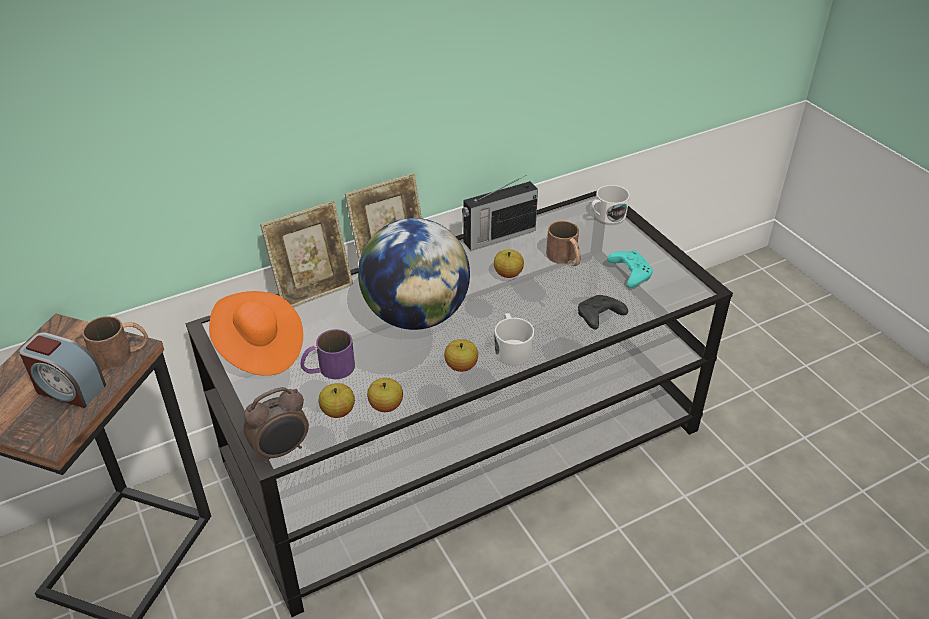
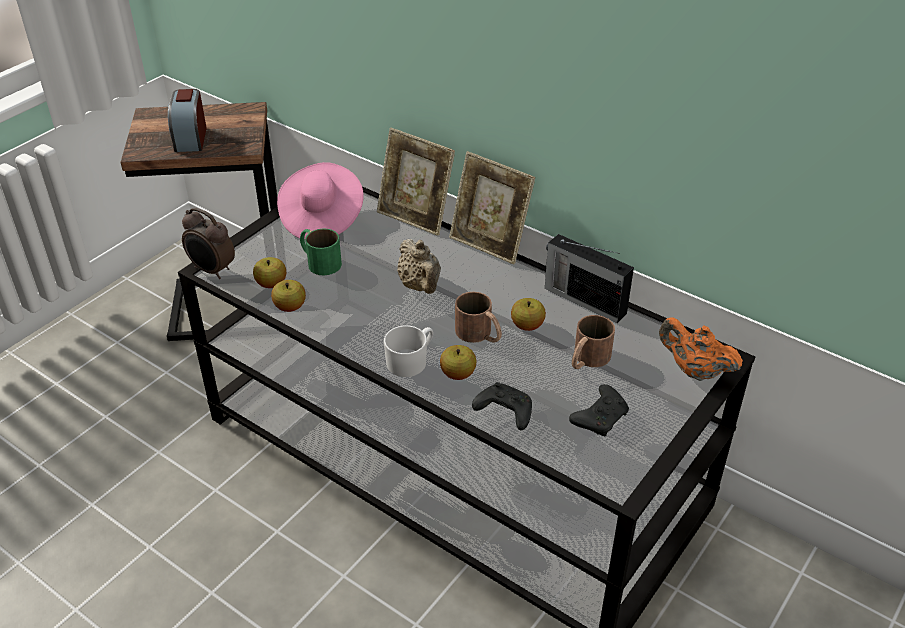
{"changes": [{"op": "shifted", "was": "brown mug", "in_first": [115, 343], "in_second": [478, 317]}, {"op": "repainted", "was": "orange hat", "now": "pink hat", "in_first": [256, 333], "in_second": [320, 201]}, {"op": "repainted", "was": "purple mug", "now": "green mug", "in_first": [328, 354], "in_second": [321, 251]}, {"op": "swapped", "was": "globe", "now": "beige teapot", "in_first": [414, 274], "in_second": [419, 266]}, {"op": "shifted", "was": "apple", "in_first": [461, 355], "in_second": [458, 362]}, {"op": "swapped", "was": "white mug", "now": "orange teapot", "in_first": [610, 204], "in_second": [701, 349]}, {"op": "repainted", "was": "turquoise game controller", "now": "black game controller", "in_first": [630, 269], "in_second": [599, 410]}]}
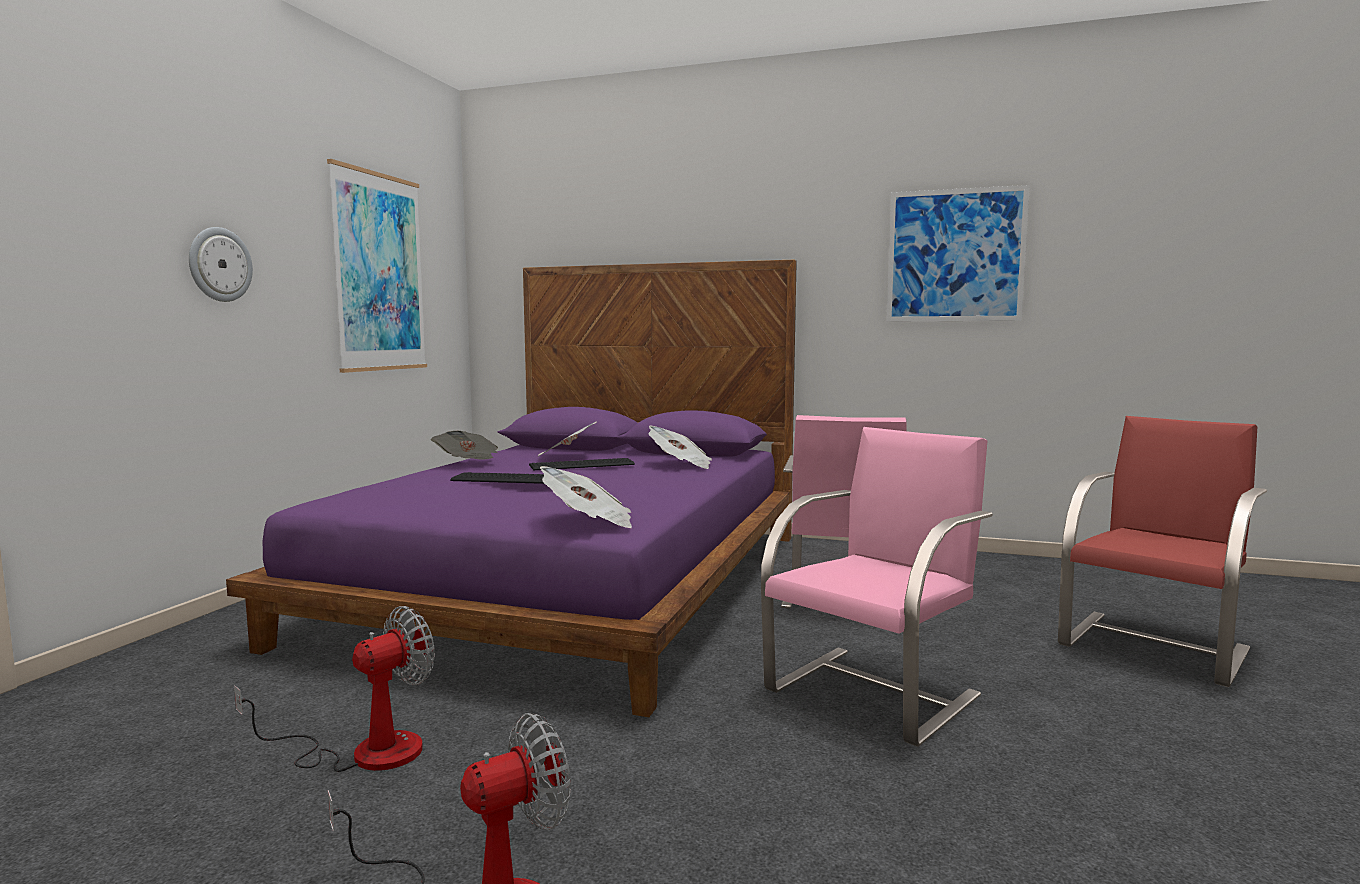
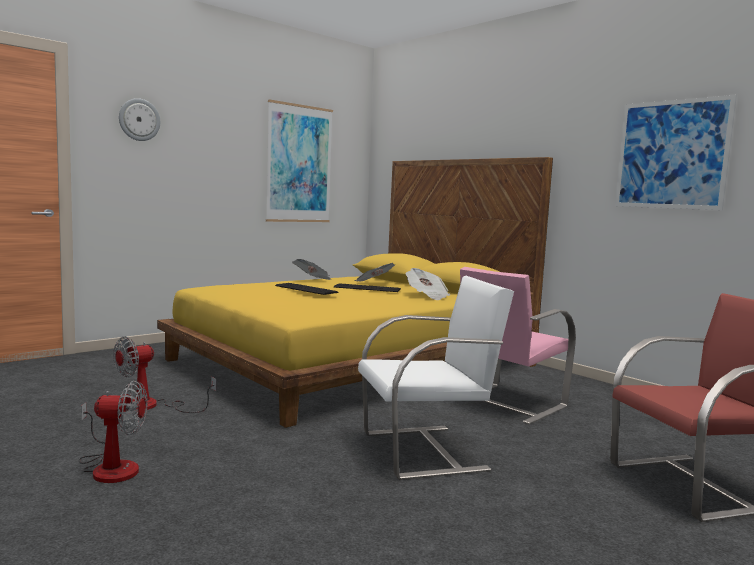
{"changes": [{"op": "shifted", "was": "wall clock", "in_first": [221, 264], "in_second": [139, 119]}, {"op": "repainted", "was": "purple bed", "now": "yellow bed", "in_first": [511, 488], "in_second": [355, 292]}, {"op": "rotated", "was": "fan", "in_first": [334, 689], "in_second": [164, 374], "clockwise": 150}, {"op": "gone", "was": "newspaper", "in_first": [586, 497]}, {"op": "repainted", "was": "pink chair", "now": "white chair", "in_first": [877, 587], "in_second": [436, 378]}]}
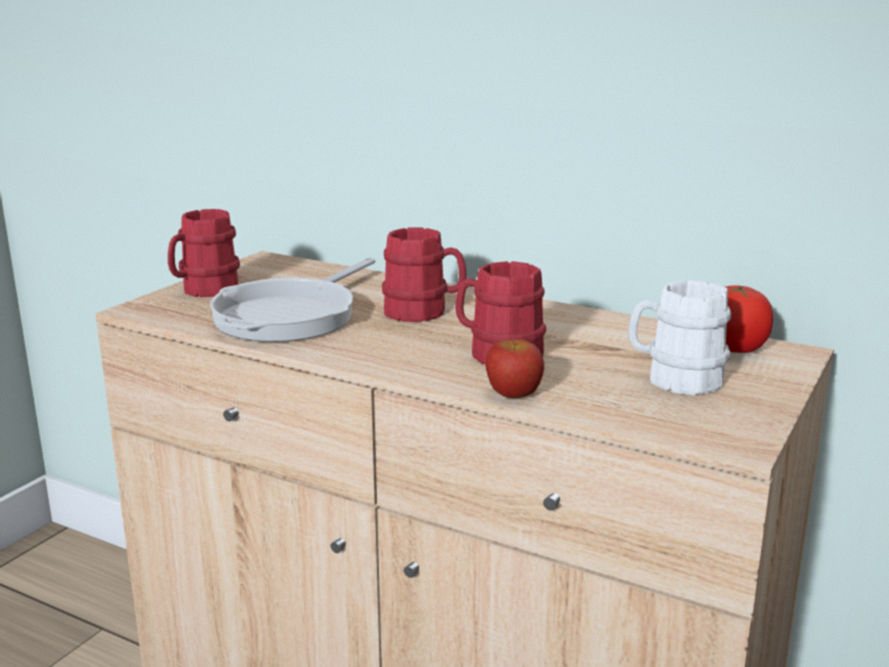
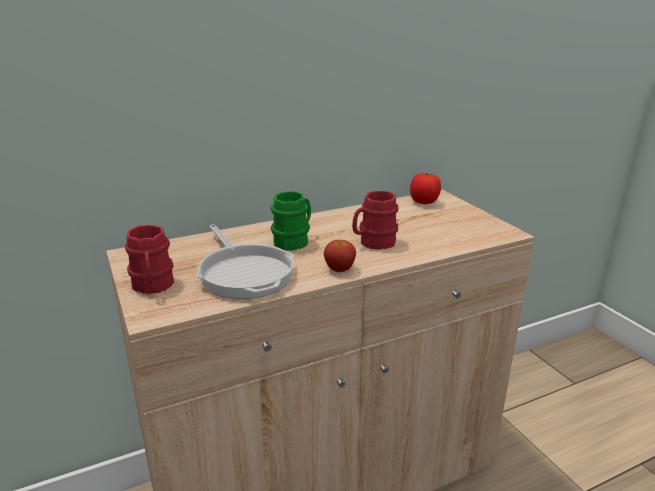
{"changes": [{"op": "repainted", "was": "red mug", "now": "green mug", "in_first": [424, 275], "in_second": [291, 221]}, {"op": "shifted", "was": "apple", "in_first": [514, 368], "in_second": [340, 256]}, {"op": "gone", "was": "white mug", "in_first": [679, 337]}]}
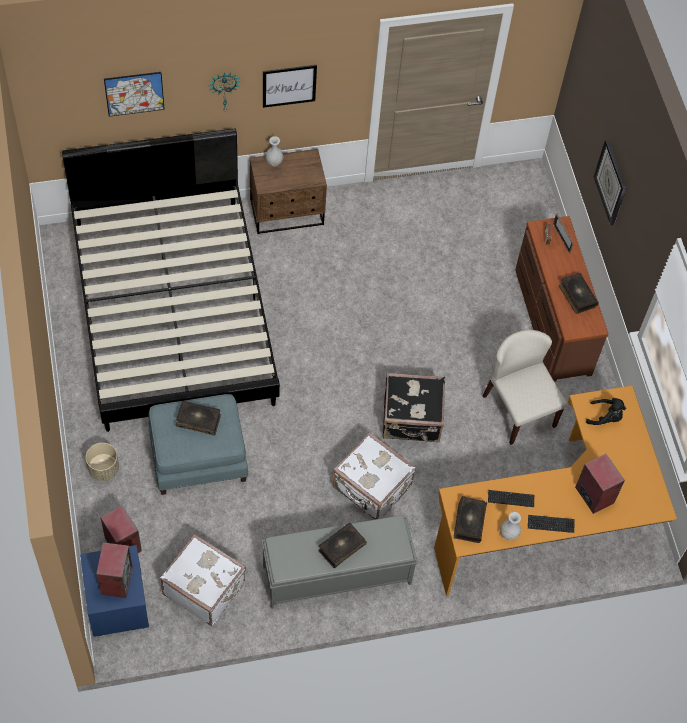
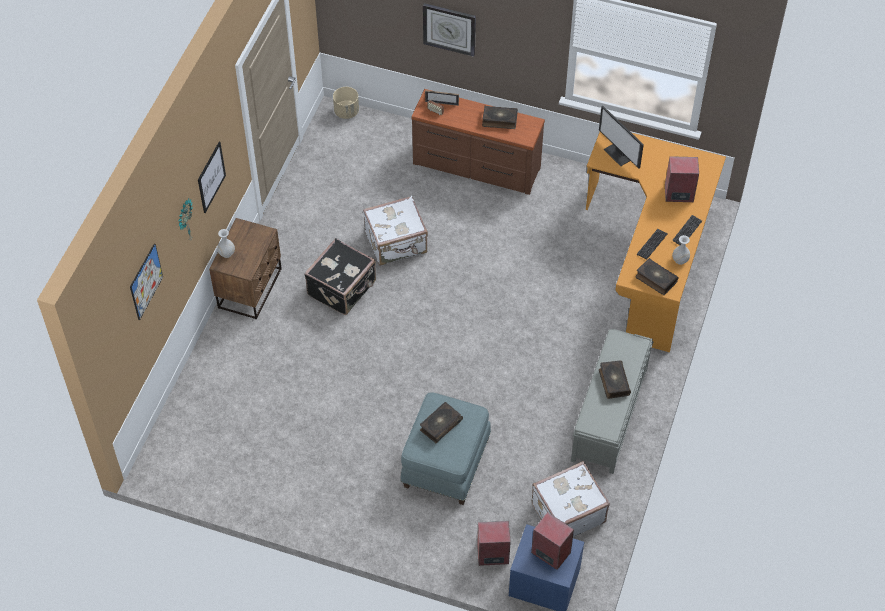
{"changes": [{"op": "gone", "was": "black bed", "in_first": [171, 280]}, {"op": "shifted", "was": "beige planter", "in_first": [102, 462], "in_second": [346, 103]}, {"op": "shifted", "was": "white suitcase", "in_first": [374, 476], "in_second": [395, 231]}, {"op": "shifted", "was": "black suitcase", "in_first": [414, 407], "in_second": [340, 276]}, {"op": "gone", "was": "beige chair", "in_first": [524, 387]}, {"op": "swapped", "was": "black plush toy", "now": "monitor", "in_first": [606, 411], "in_second": [621, 137]}]}
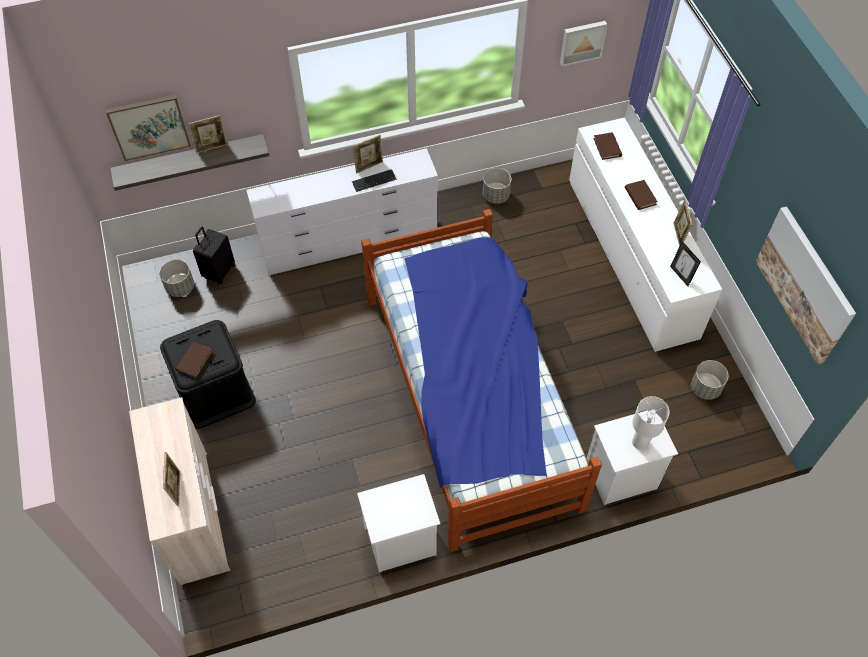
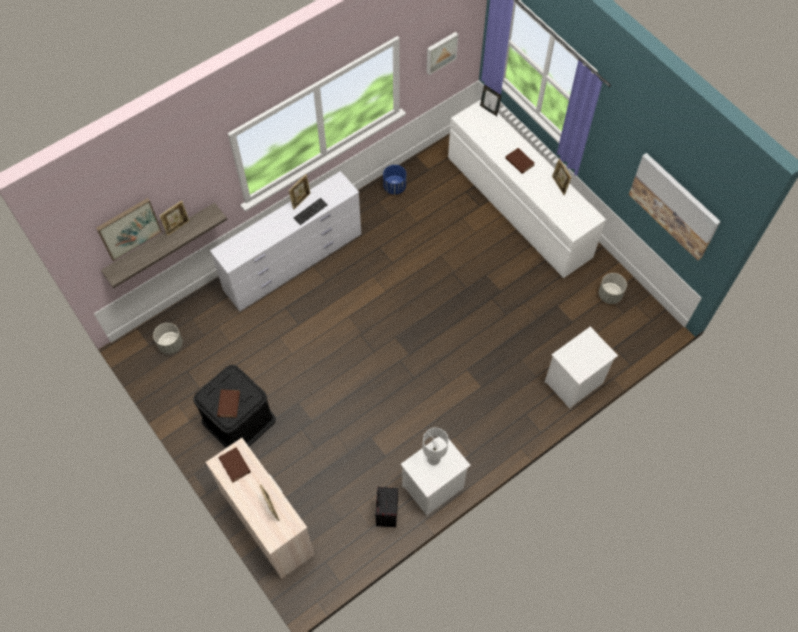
{"changes": [{"op": "shifted", "was": "black suitcase", "in_first": [214, 255], "in_second": [386, 507]}, {"op": "gone", "was": "bed", "in_first": [481, 380]}, {"op": "repainted", "was": "grey planter", "now": "blue planter", "in_first": [497, 186], "in_second": [394, 179]}, {"op": "shifted", "was": "brown book", "in_first": [607, 146], "in_second": [234, 464]}, {"op": "shifted", "was": "white table lamp", "in_first": [651, 423], "in_second": [435, 446]}, {"op": "shifted", "was": "picture frame", "in_first": [685, 263], "in_second": [491, 100]}]}
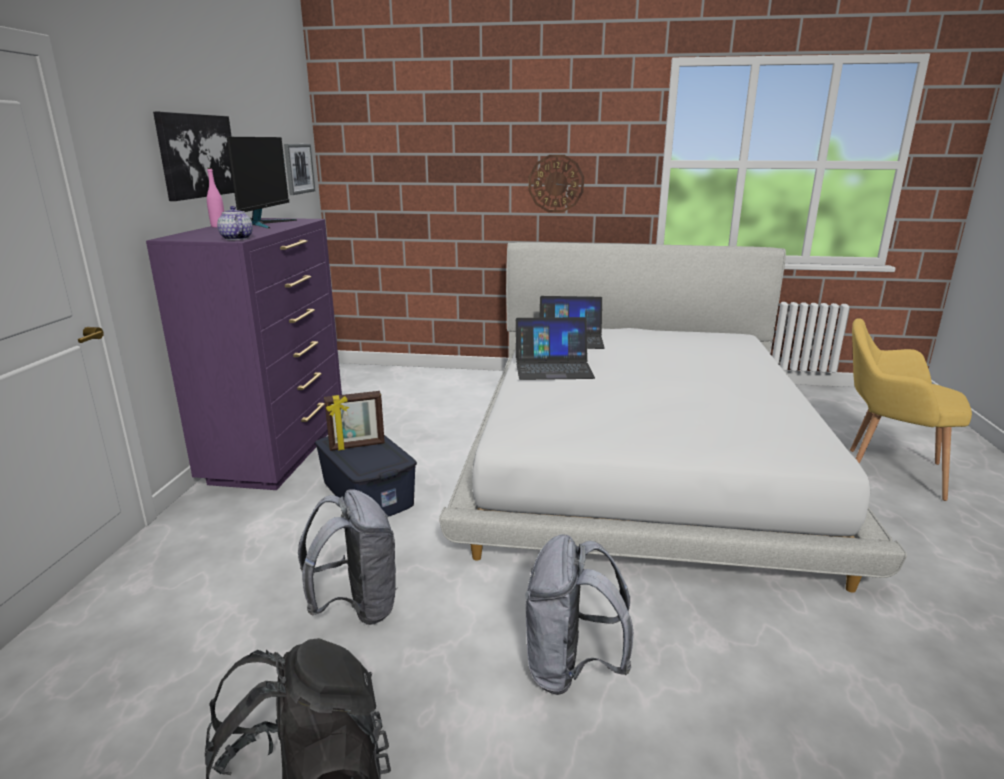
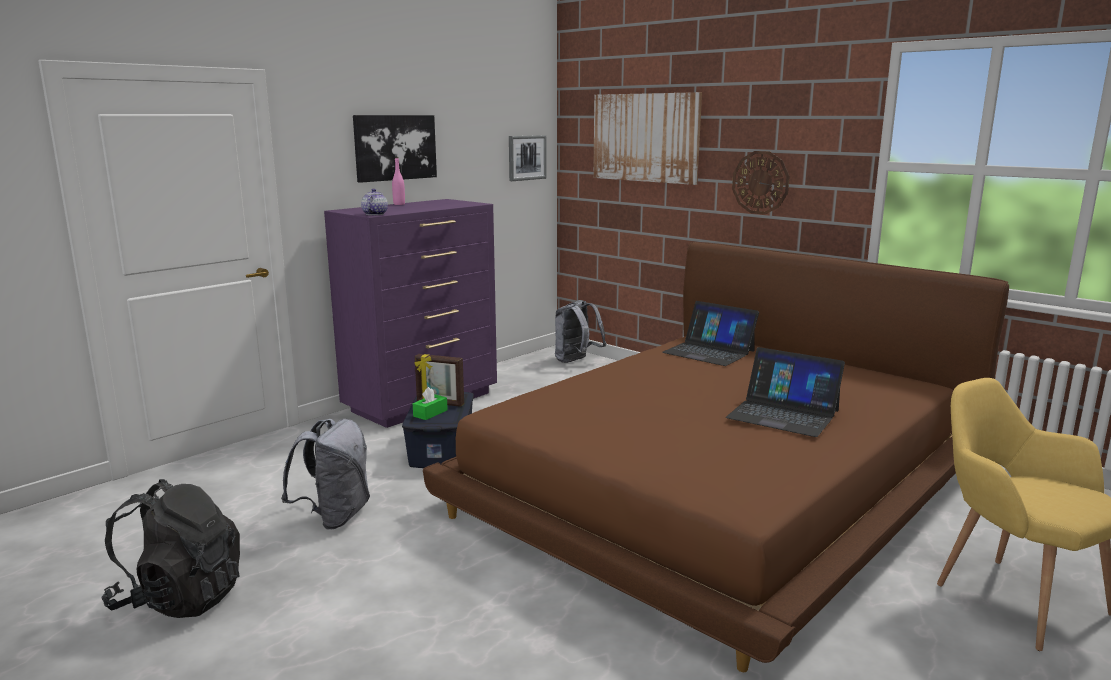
{"changes": [{"op": "gone", "was": "monitor", "in_first": [262, 182]}, {"op": "repainted", "was": "white bed", "now": "brown bed", "in_first": [673, 417], "in_second": [716, 457]}, {"op": "shifted", "was": "laptop", "in_first": [555, 348], "in_second": [785, 392]}, {"op": "shifted", "was": "grey backpack", "in_first": [579, 614], "in_second": [581, 331]}, {"op": "new", "now": "green tissue box", "in_second": [430, 403]}, {"op": "new", "now": "picture", "in_second": [647, 138]}]}
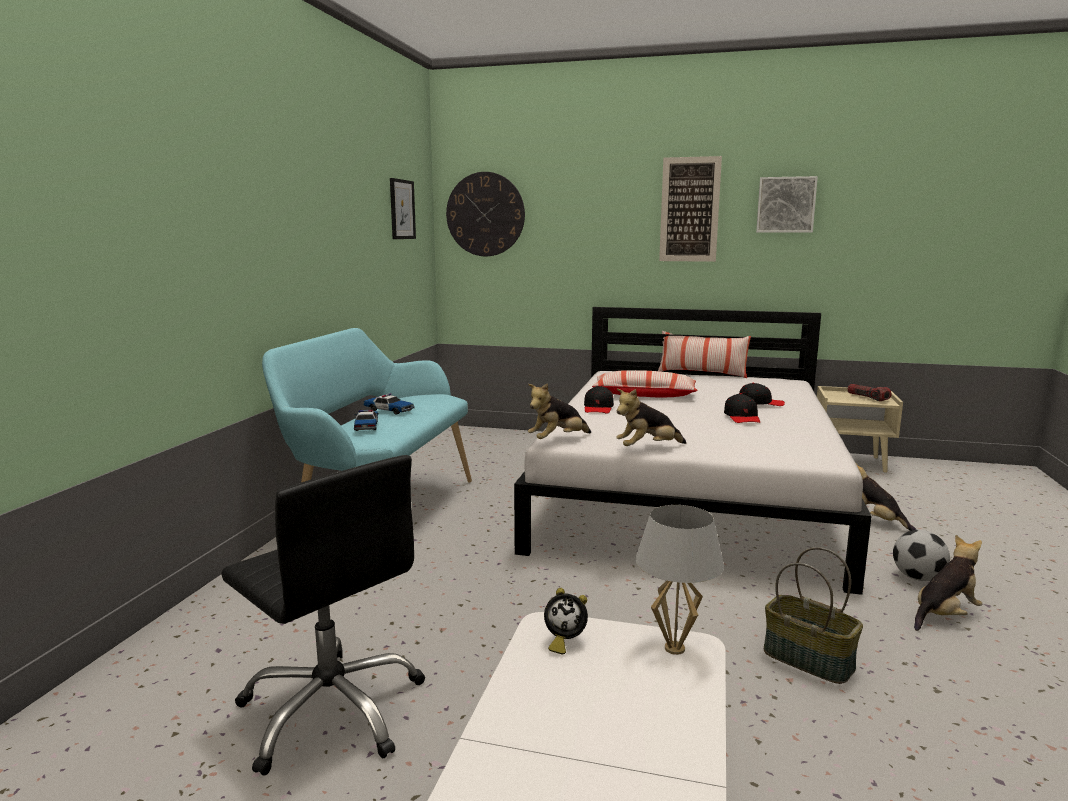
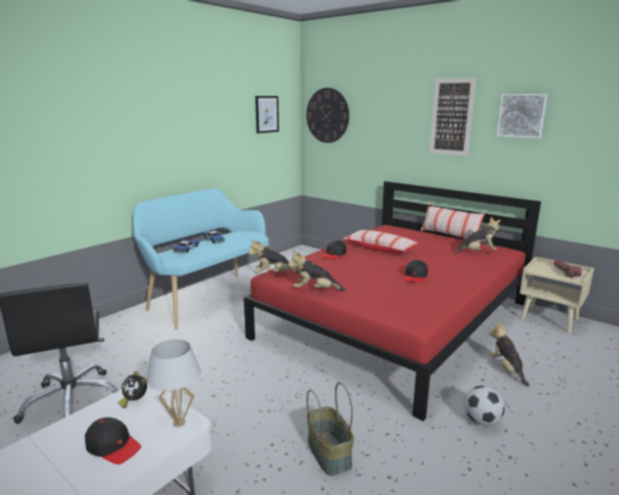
{"changes": [{"op": "repainted", "was": "white bed", "now": "red bed", "in_first": [692, 451], "in_second": [392, 301]}, {"op": "shifted", "was": "black cap", "in_first": [762, 394], "in_second": [113, 440]}, {"op": "shifted", "was": "plush toy", "in_first": [948, 583], "in_second": [478, 235]}]}
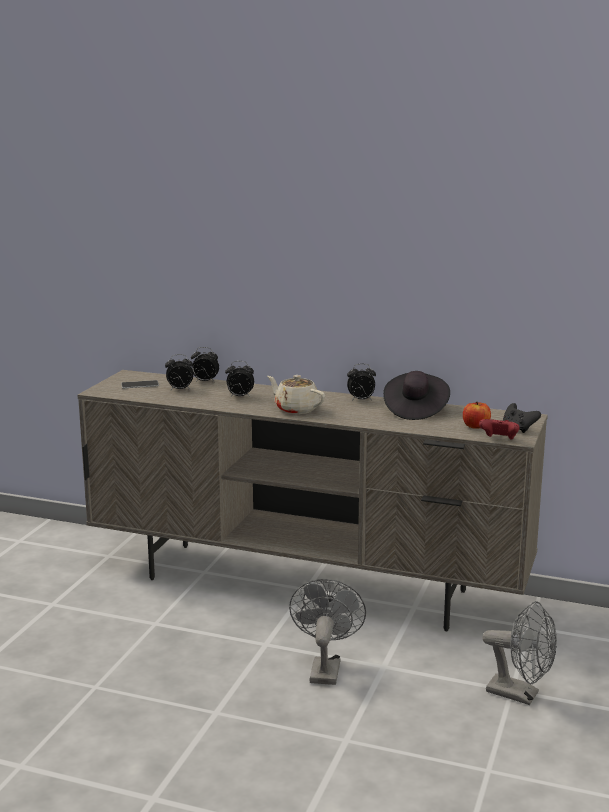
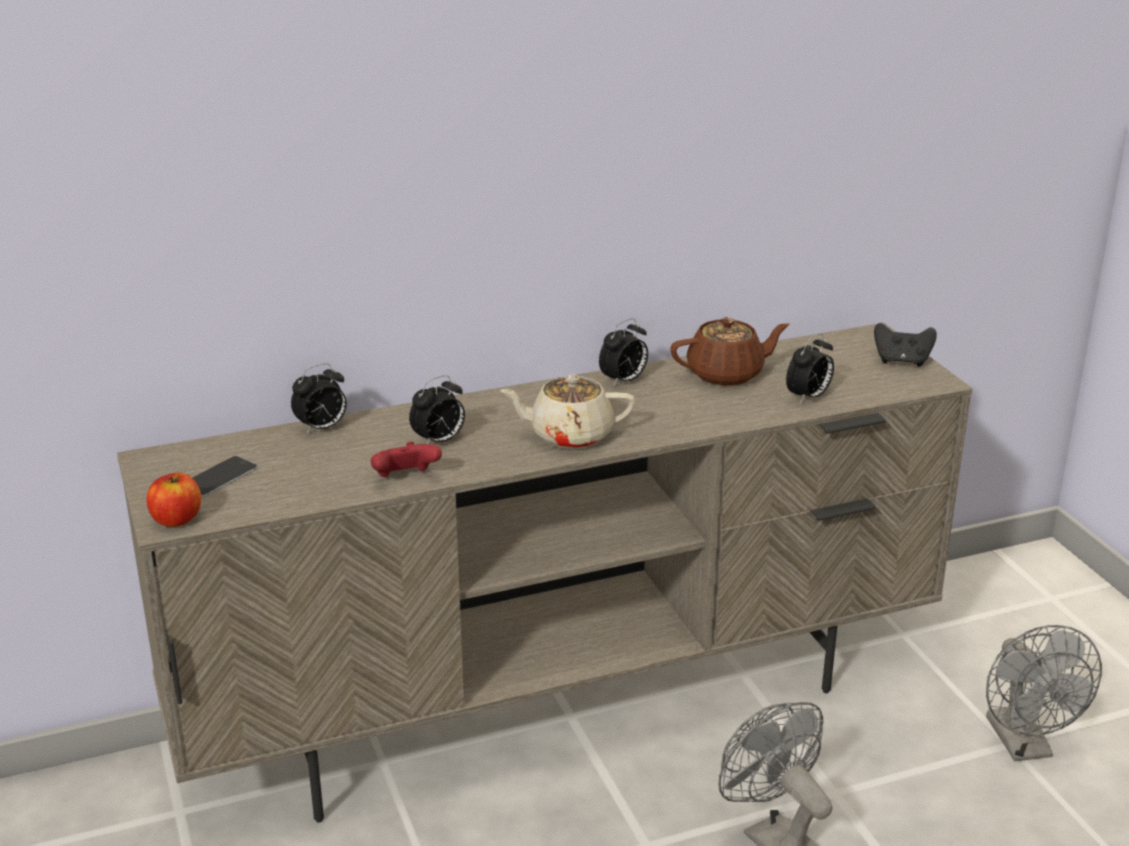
{"changes": [{"op": "shifted", "was": "alarm clock", "in_first": [179, 372], "in_second": [810, 368]}, {"op": "swapped", "was": "black hat", "now": "brown teapot", "in_first": [416, 395], "in_second": [730, 351]}, {"op": "shifted", "was": "apple", "in_first": [477, 415], "in_second": [174, 500]}, {"op": "shifted", "was": "red game controller", "in_first": [499, 429], "in_second": [406, 459]}, {"op": "rotated", "was": "grey fan", "in_first": [519, 653], "in_second": [1044, 693], "clockwise": 90}]}
